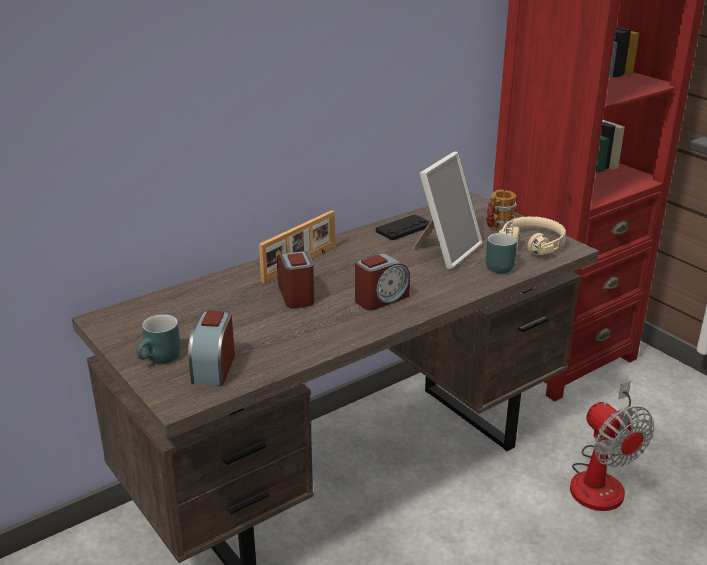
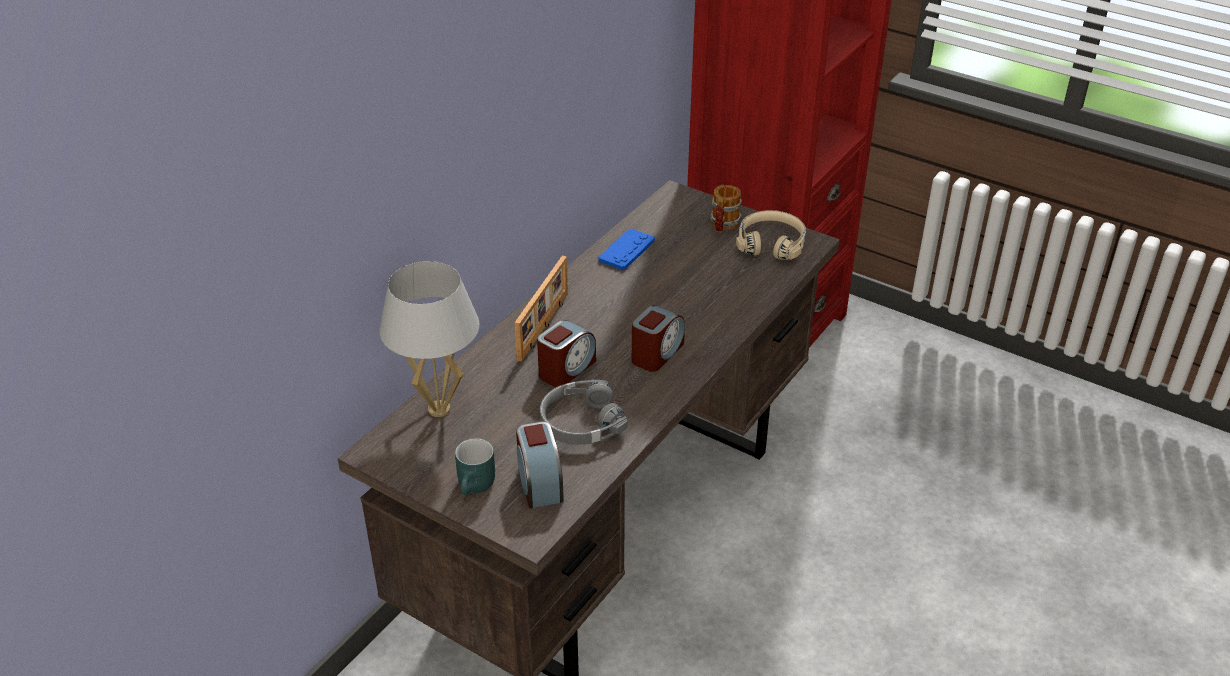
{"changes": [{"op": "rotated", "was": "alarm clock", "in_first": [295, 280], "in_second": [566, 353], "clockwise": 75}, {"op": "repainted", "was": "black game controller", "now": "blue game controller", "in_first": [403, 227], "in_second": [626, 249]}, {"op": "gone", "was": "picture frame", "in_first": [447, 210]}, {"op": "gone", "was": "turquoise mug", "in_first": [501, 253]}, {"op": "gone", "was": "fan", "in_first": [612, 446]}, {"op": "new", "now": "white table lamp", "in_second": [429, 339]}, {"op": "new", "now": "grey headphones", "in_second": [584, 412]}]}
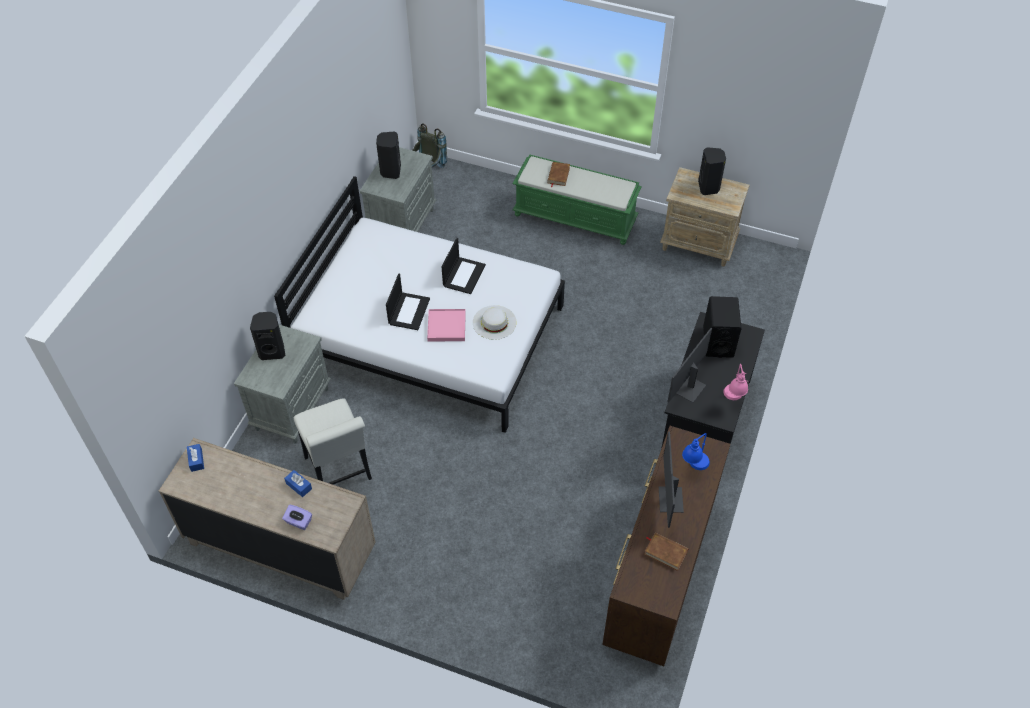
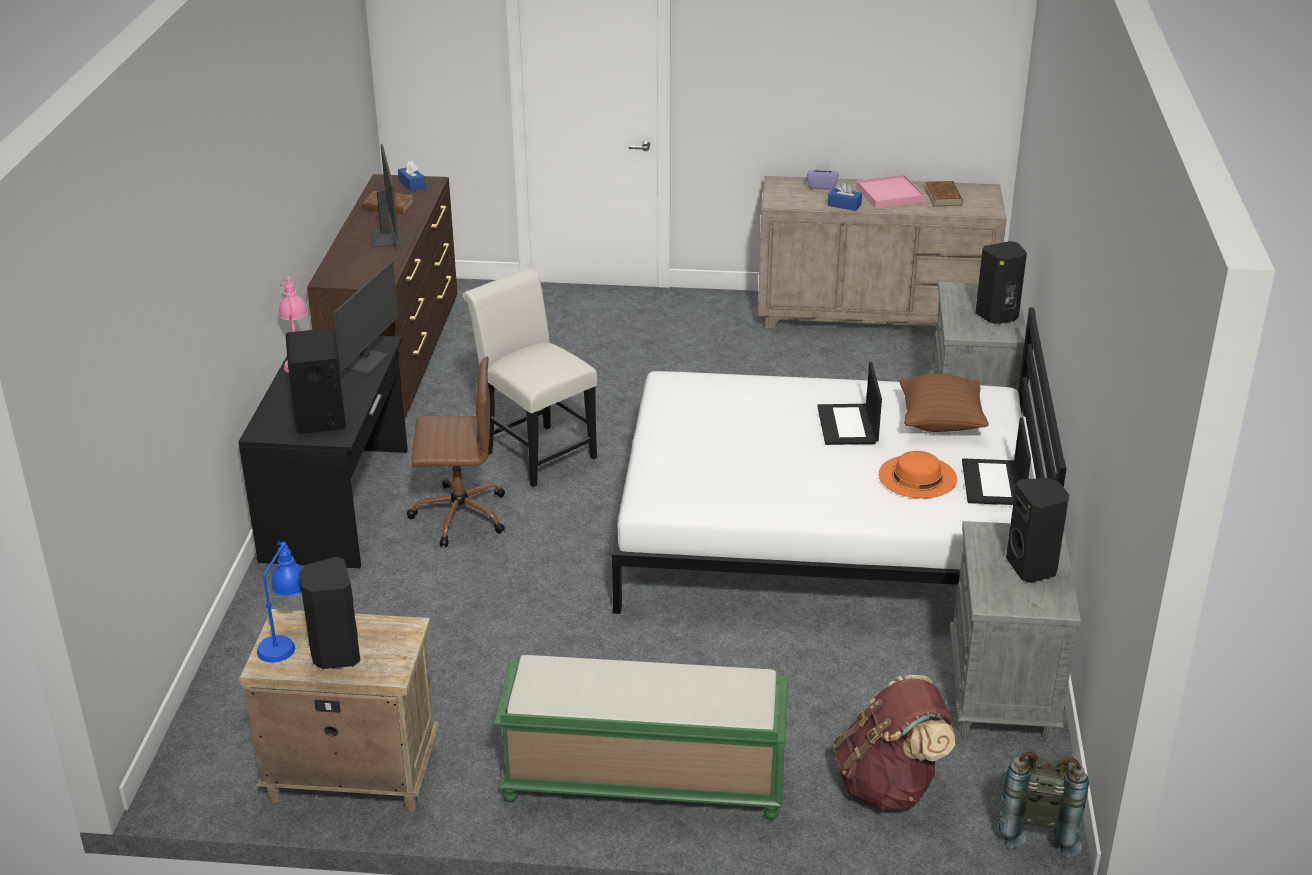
{"changes": [{"op": "shifted", "was": "blue tissue box", "in_first": [195, 458], "in_second": [411, 176]}, {"op": "shifted", "was": "white chair", "in_first": [333, 441], "in_second": [529, 377]}, {"op": "shifted", "was": "pink tray", "in_first": [446, 325], "in_second": [890, 192]}, {"op": "shifted", "was": "laptop", "in_first": [463, 266], "in_second": [996, 461]}, {"op": "gone", "was": "white hat", "in_first": [495, 322]}, {"op": "shifted", "was": "brown book", "in_first": [558, 175], "in_second": [944, 194]}, {"op": "shifted", "was": "blue table lamp", "in_first": [696, 451], "in_second": [279, 602]}, {"op": "new", "now": "brown office chair", "in_second": [456, 451]}, {"op": "new", "now": "brown backpack", "in_second": [894, 742]}, {"op": "new", "now": "orange hat", "in_second": [918, 474]}, {"op": "new", "now": "brown pillow", "in_second": [944, 402]}]}
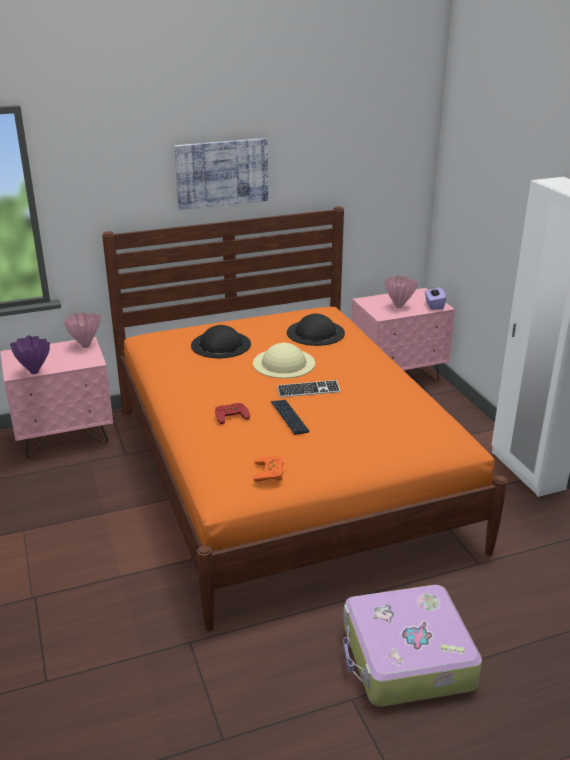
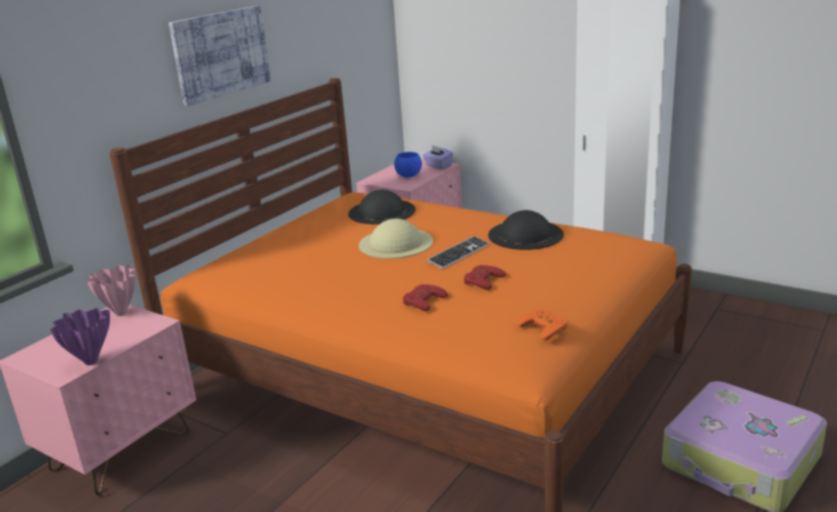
{"changes": [{"op": "shifted", "was": "black hat", "in_first": [221, 341], "in_second": [526, 230]}, {"op": "swapped", "was": "keyboard", "now": "red game controller", "in_first": [290, 417], "in_second": [485, 277]}, {"op": "swapped", "was": "pink vase", "now": "blue bowl", "in_first": [401, 291], "in_second": [408, 164]}]}
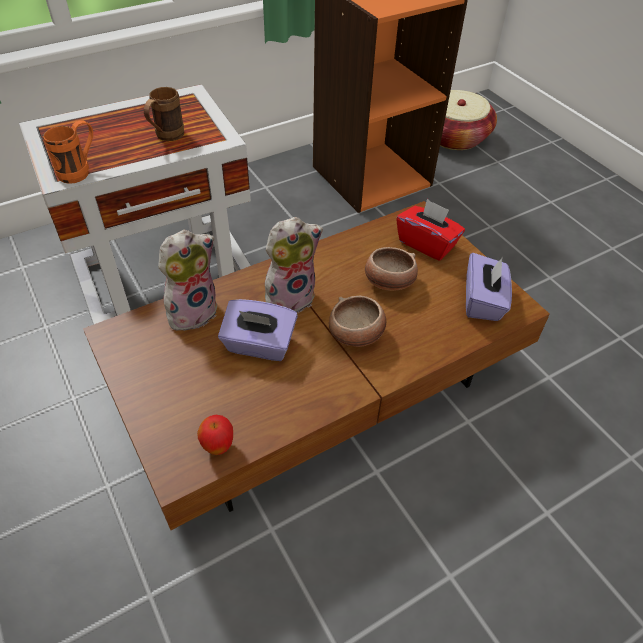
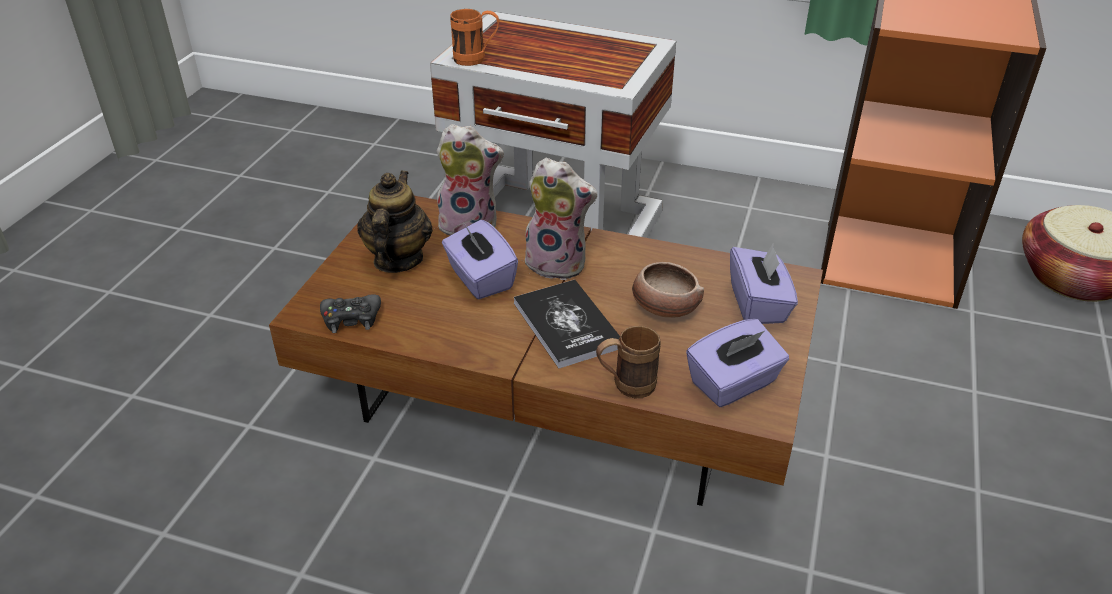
{"changes": [{"op": "shifted", "was": "brown mug", "in_first": [164, 114], "in_second": [628, 362]}, {"op": "swapped", "was": "apple", "now": "black game controller", "in_first": [215, 435], "in_second": [350, 313]}, {"op": "swapped", "was": "bowl", "now": "book", "in_first": [357, 321], "in_second": [567, 324]}, {"op": "repainted", "was": "red tissue box", "now": "purple tissue box", "in_first": [430, 230], "in_second": [764, 284]}, {"op": "new", "now": "teapot", "in_second": [395, 222]}]}
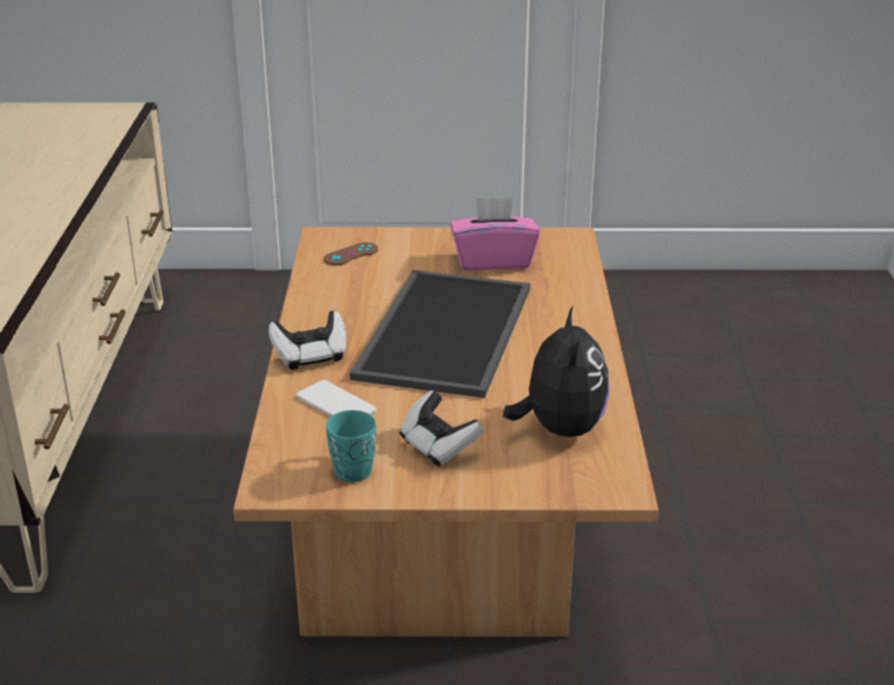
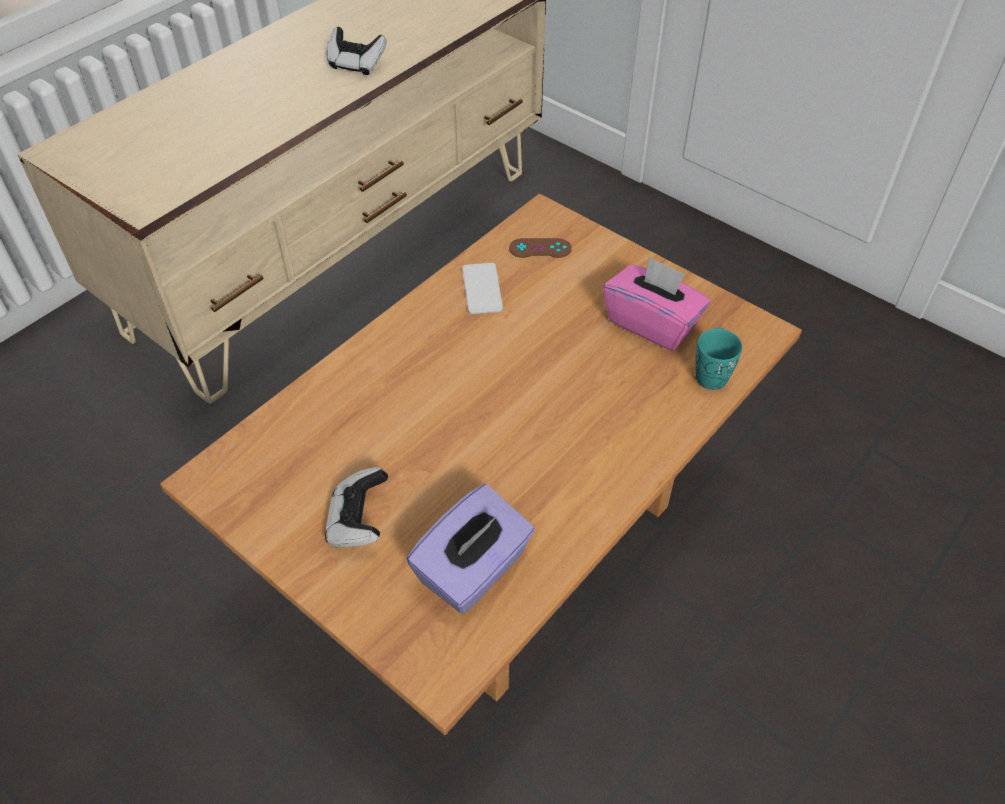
{"changes": [{"op": "shifted", "was": "game controller", "in_first": [307, 340], "in_second": [357, 51]}, {"op": "shifted", "was": "phone", "in_first": [336, 398], "in_second": [482, 288]}, {"op": "shifted", "was": "turquoise mug", "in_first": [351, 446], "in_second": [718, 358]}, {"op": "gone", "was": "tray", "in_first": [440, 334]}, {"op": "swapped", "was": "plush toy", "now": "purple tissue box", "in_first": [556, 371], "in_second": [471, 549]}]}
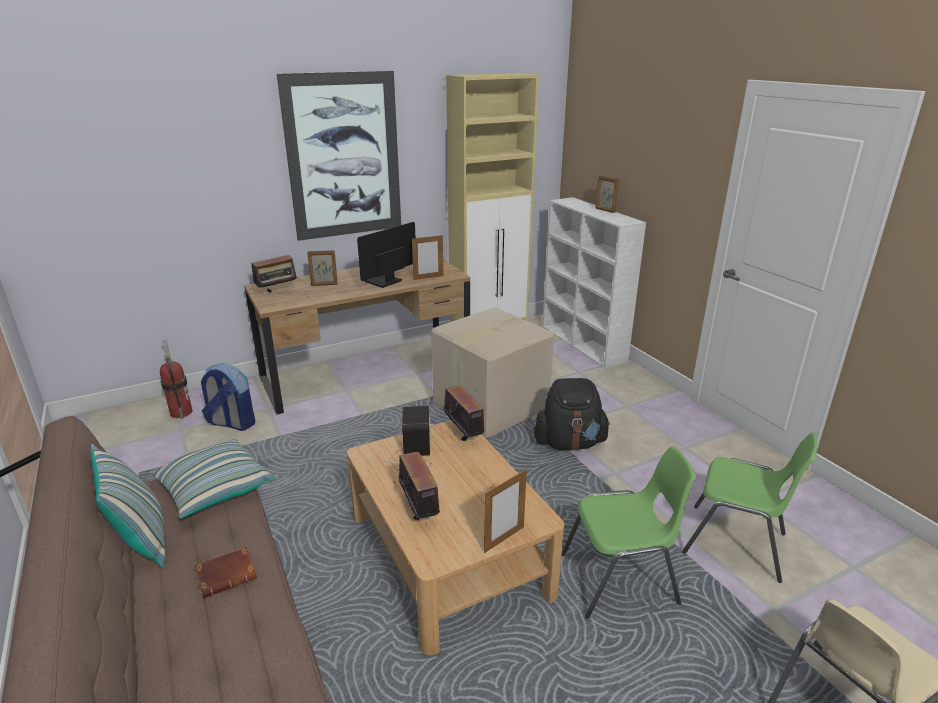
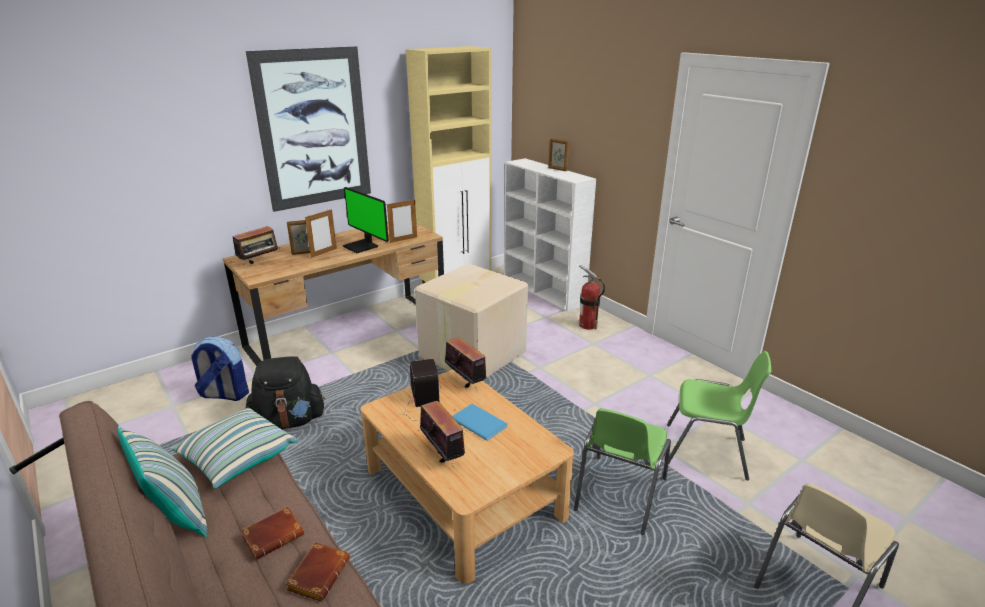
{"changes": [{"op": "shifted", "was": "fire extinguisher", "in_first": [176, 379], "in_second": [592, 297]}, {"op": "rotated", "was": "monitor", "in_first": [386, 255], "in_second": [366, 220], "clockwise": -75}, {"op": "shifted", "was": "picture frame", "in_first": [505, 511], "in_second": [321, 233]}, {"op": "shifted", "was": "black backpack", "in_first": [572, 414], "in_second": [285, 393]}, {"op": "rotated", "was": "green chair", "in_first": [629, 532], "in_second": [622, 471], "clockwise": 135}, {"op": "new", "now": "brown book", "in_second": [318, 571]}, {"op": "new", "now": "blue book", "in_second": [479, 422]}]}
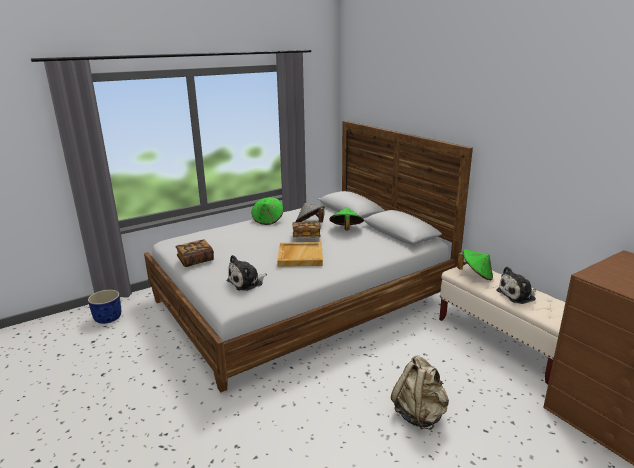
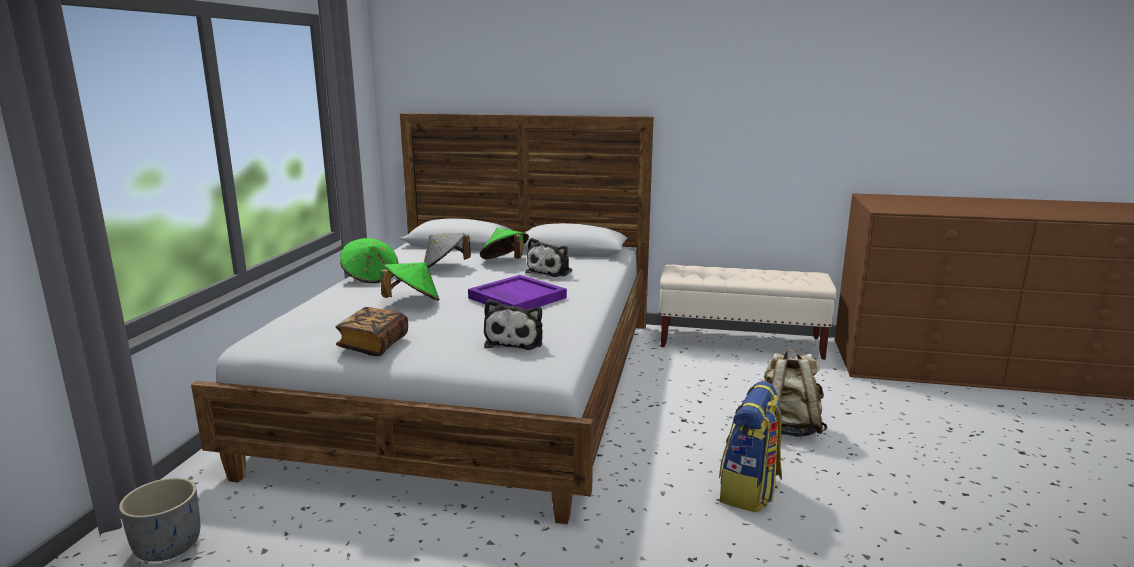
{"changes": [{"op": "repainted", "was": "blue planter", "now": "grey planter", "in_first": [104, 307], "in_second": [159, 520]}, {"op": "repainted", "was": "beige tray", "now": "purple tray", "in_first": [300, 254], "in_second": [517, 292]}, {"op": "gone", "was": "book", "in_first": [306, 230]}, {"op": "shifted", "was": "green hat", "in_first": [475, 264], "in_second": [409, 281]}, {"op": "shifted", "was": "plush toy", "in_first": [516, 285], "in_second": [549, 257]}, {"op": "new", "now": "backpack", "in_second": [750, 446]}]}
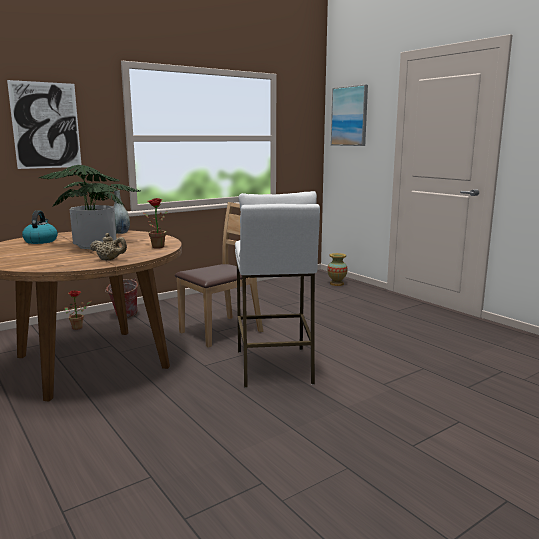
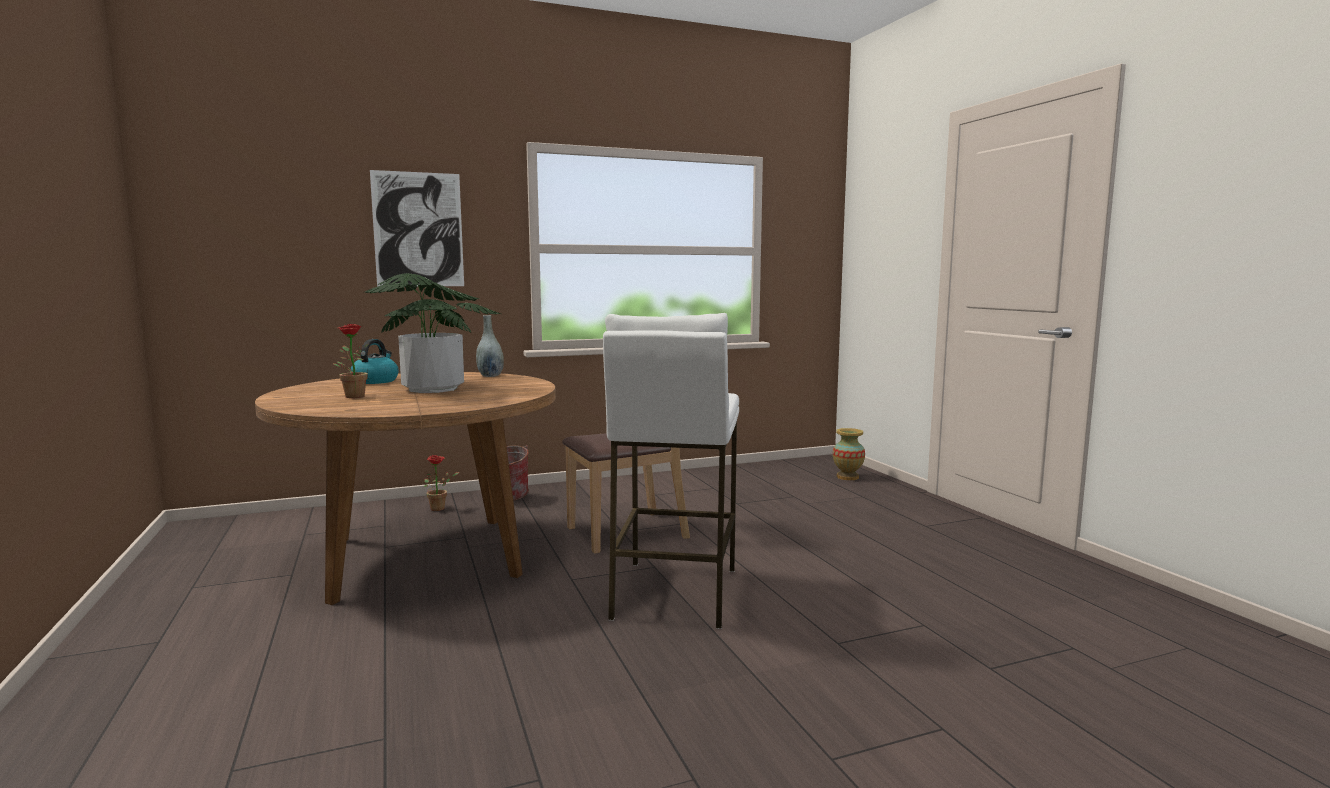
{"changes": [{"op": "gone", "was": "beige teapot", "in_first": [108, 246]}, {"op": "shifted", "was": "potted plant", "in_first": [155, 223], "in_second": [350, 361]}, {"op": "gone", "was": "picture", "in_first": [349, 115]}]}
